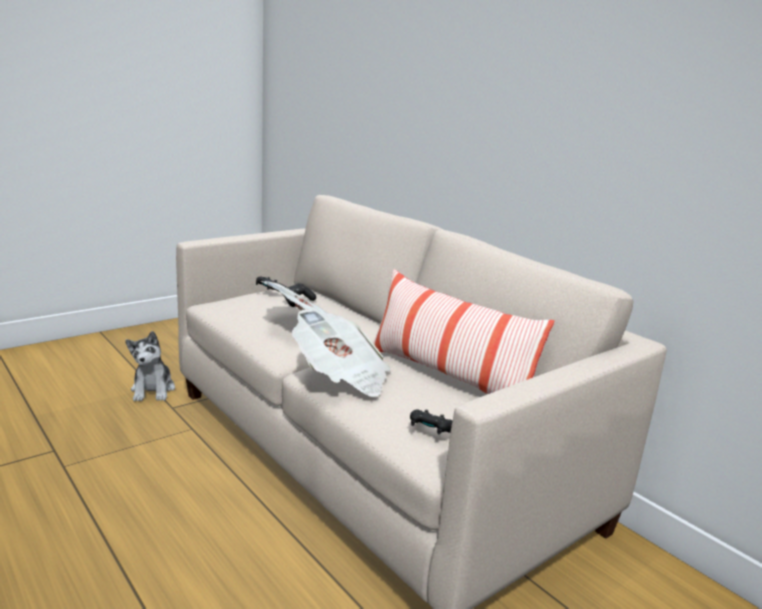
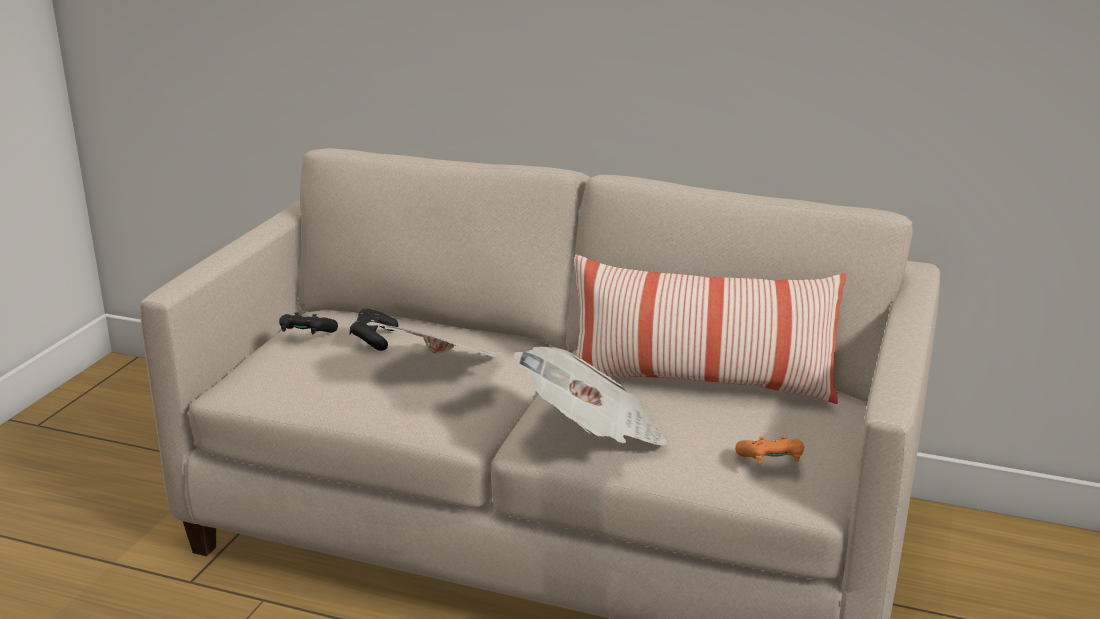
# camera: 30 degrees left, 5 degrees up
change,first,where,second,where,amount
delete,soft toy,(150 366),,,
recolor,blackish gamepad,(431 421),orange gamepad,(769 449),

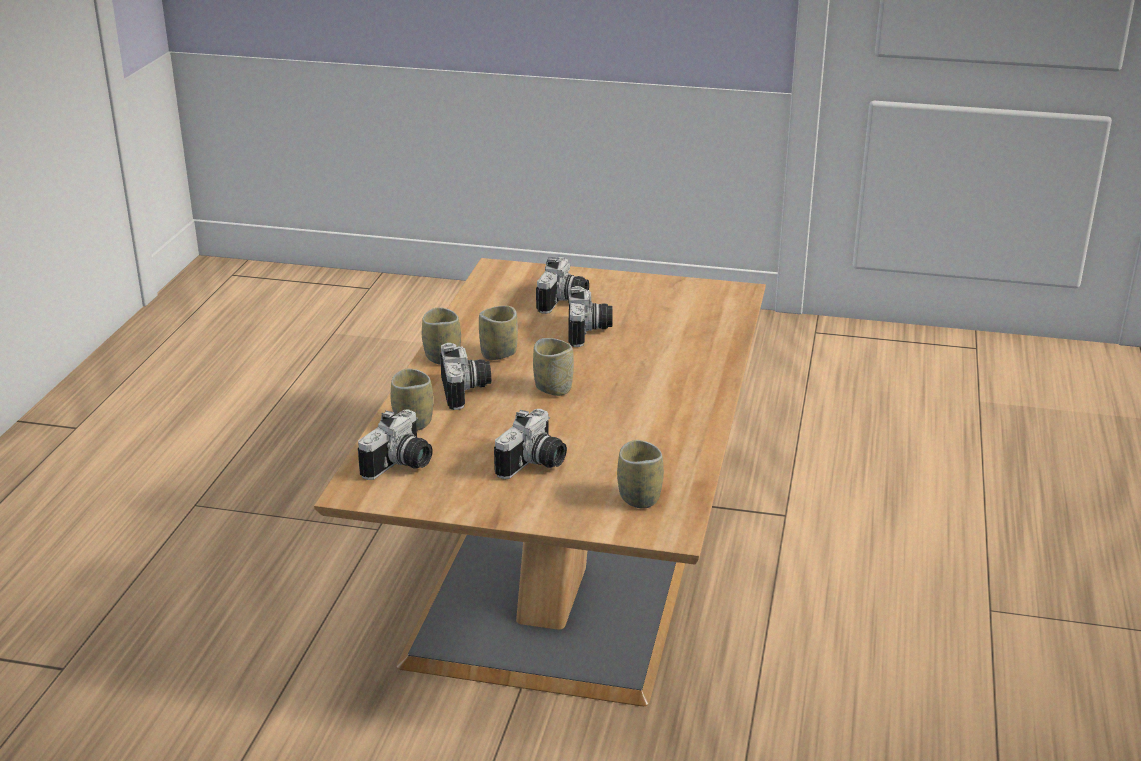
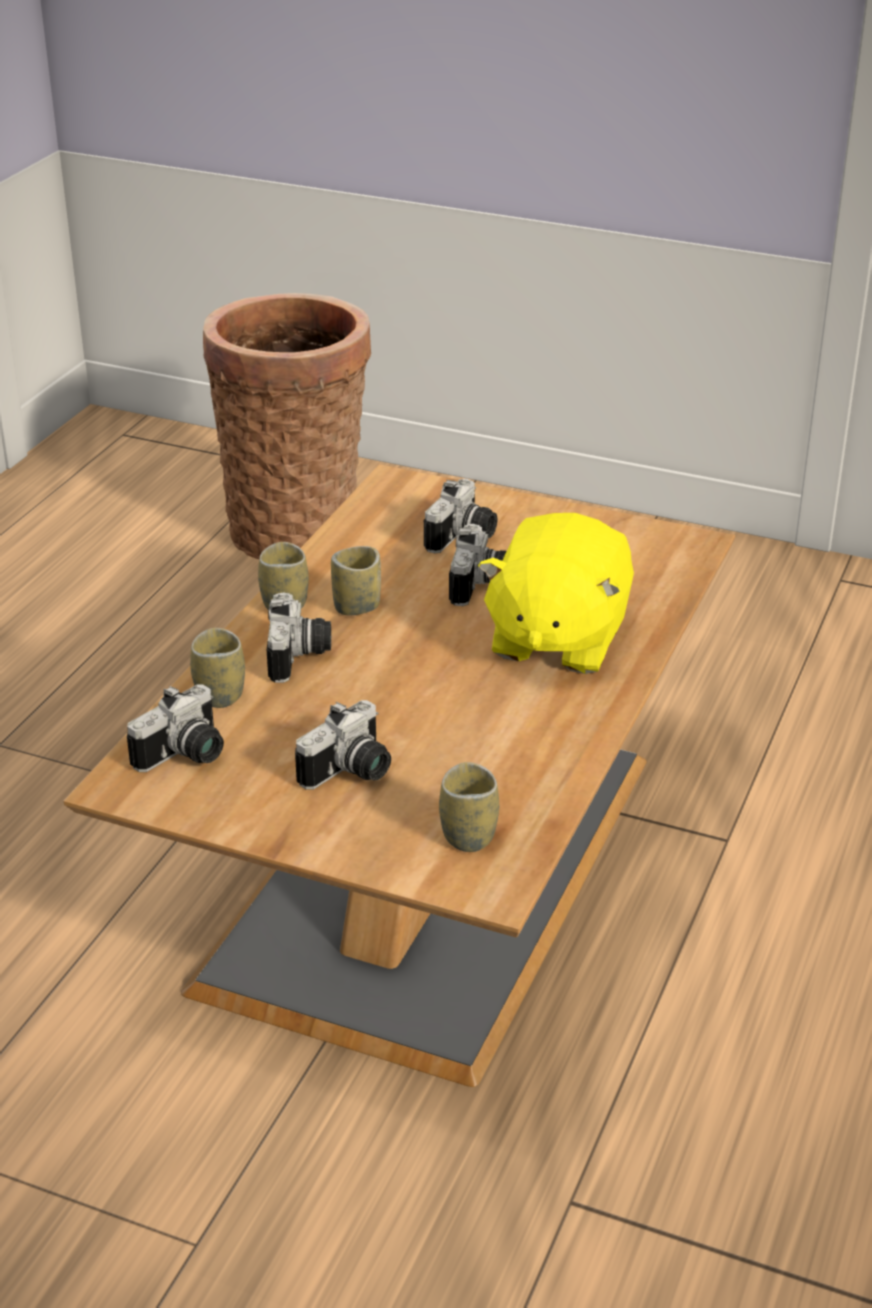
# camera: 10 degrees right, 5 degrees up
change,first,where,second,where,amount
delete,drinking cup,(553 367),,,
insert,,,household basket,(287 426),
insert,,,yellow soft toy,(556 593),

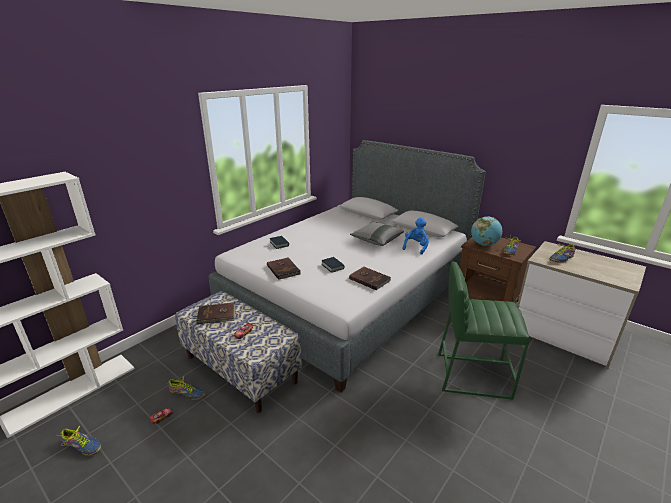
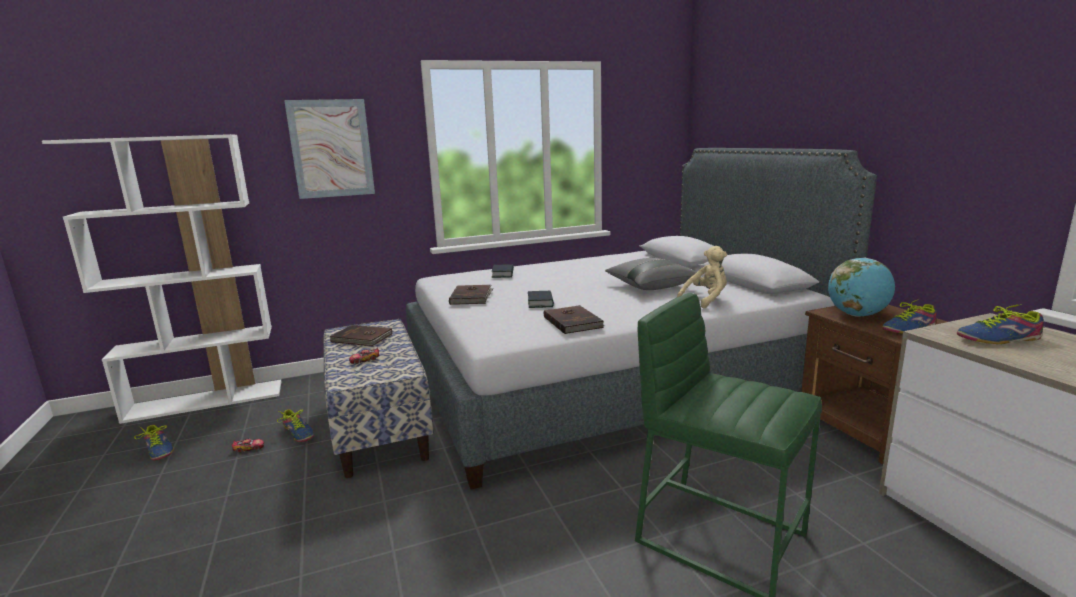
# camera: 30 degrees right, 10 degrees down
change,first,where,second,where,amount
recolor,blue soft toy,(416 236),beige soft toy,(702 277),
insert,,,wall picture,(329 149),

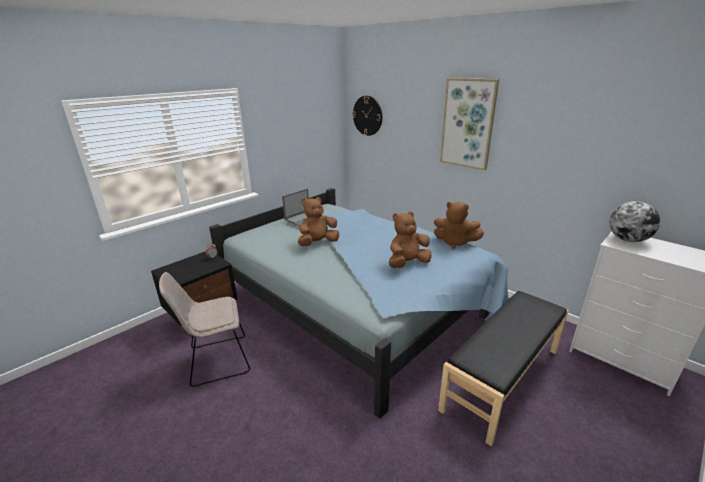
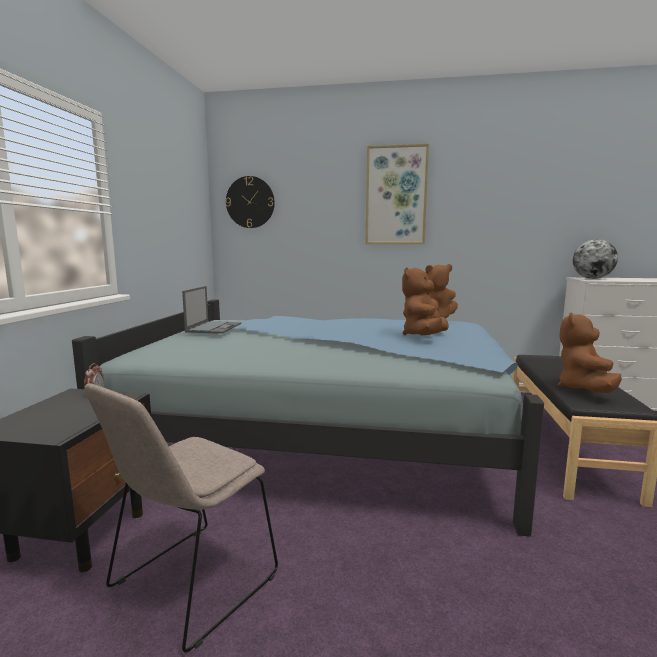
# camera: 35 degrees left, 15 degrees down
change,first,where,second,where,amount
move,brown soft toy,(318 221),,(590 352),

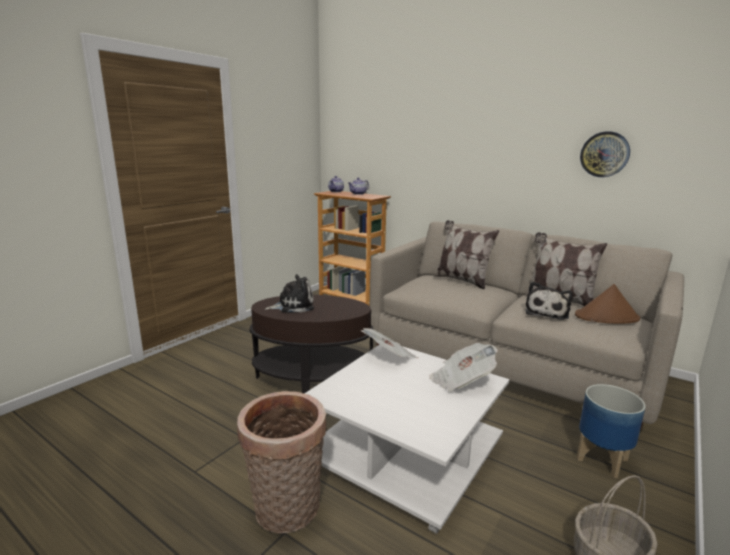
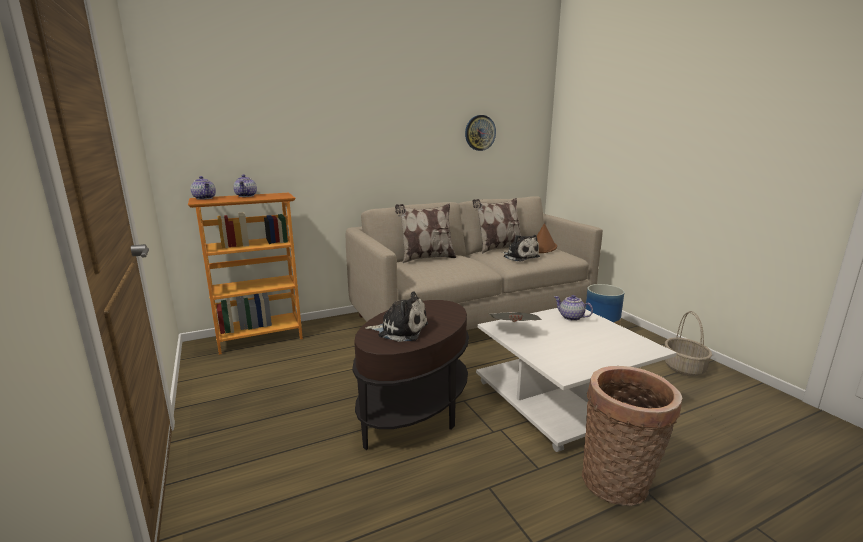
# camera: 60 degrees left, 0 degrees up
change,first,where,second,where,amount
rotate,soft toy,(289 293),,(396 316),90 degrees clockwise
replace,newspaper,(463 367),teapot,(573 308),

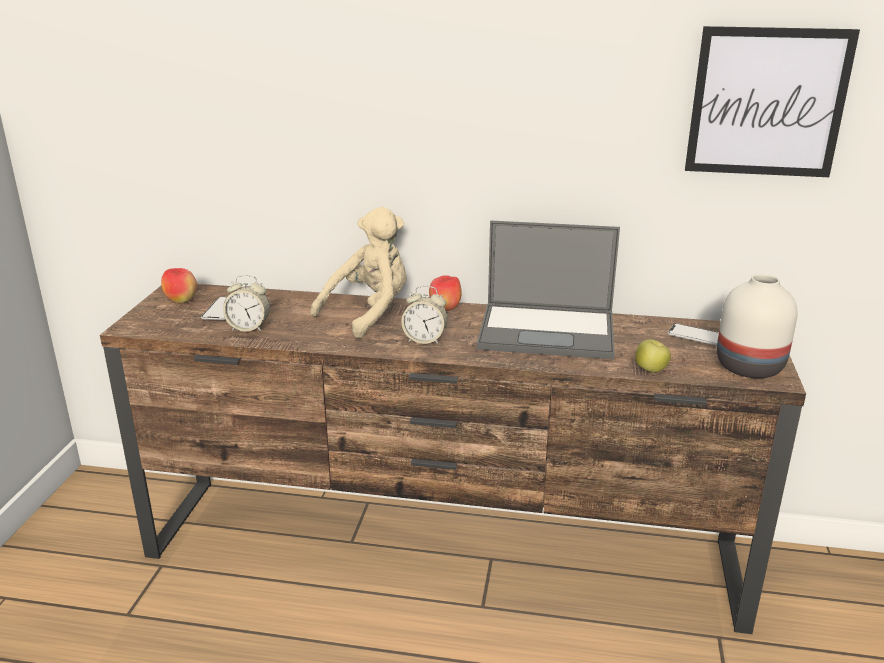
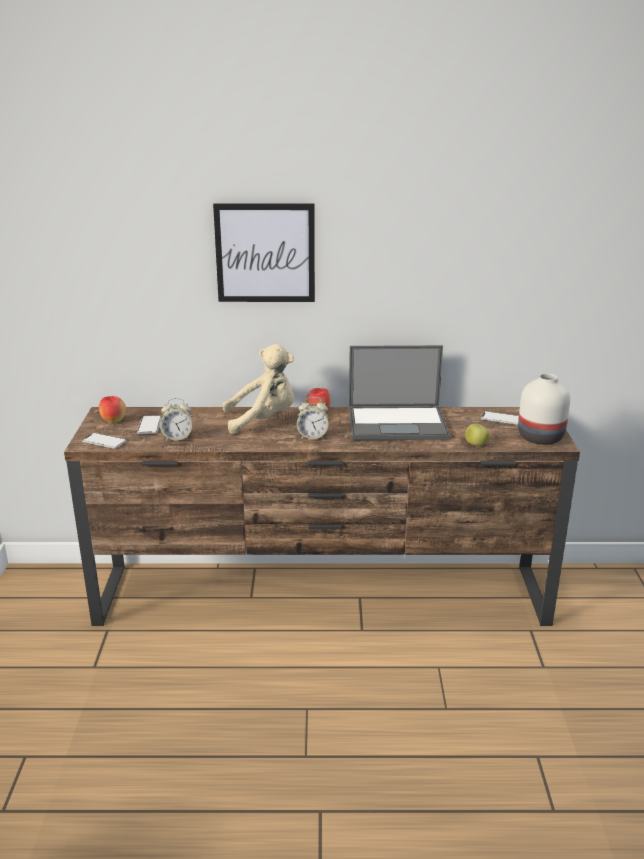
# camera: 10 degrees left, 0 degrees up
change,first,where,second,where,amount
move,wall picture,(772 101),,(264 252),
rotate,beige soft toy,(358 273),,(258 389),45 degrees clockwise
insert,,,phone,(104 441),

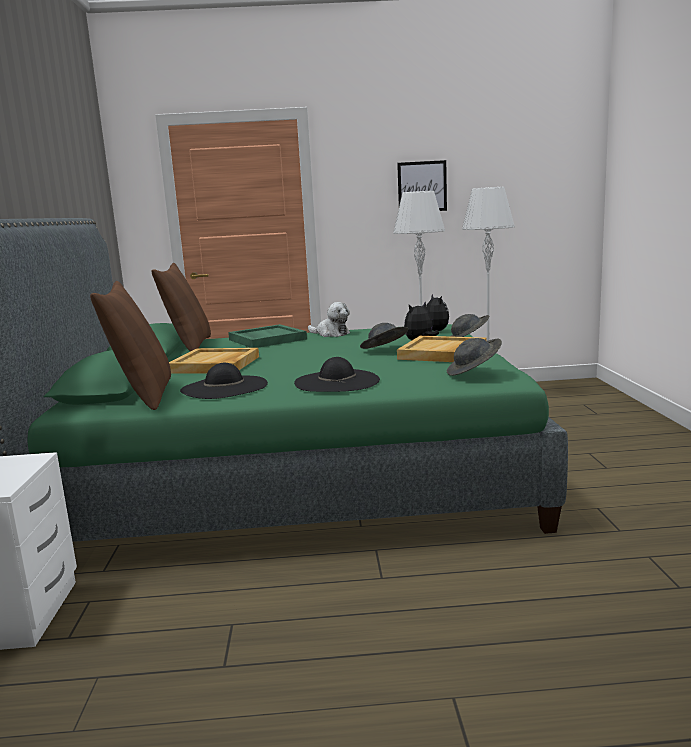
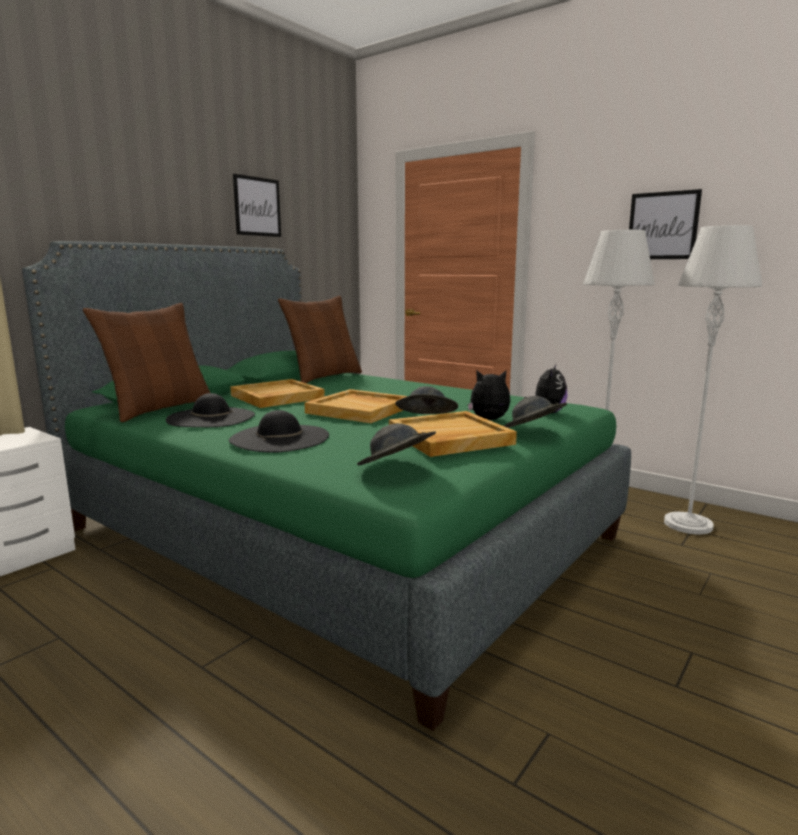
# camera: 40 degrees right, 0 degrees up
change,first,where,second,where,amount
delete,soft toy,(329 319),,,
delete,green serving tray,(267 336),,,
insert,,,wall picture,(257 205),
insert,,,beige serving tray,(355 406),

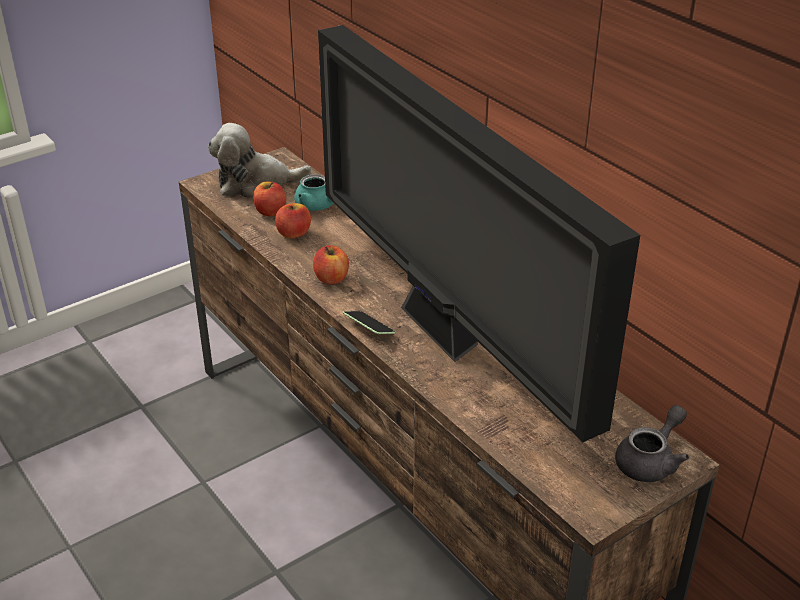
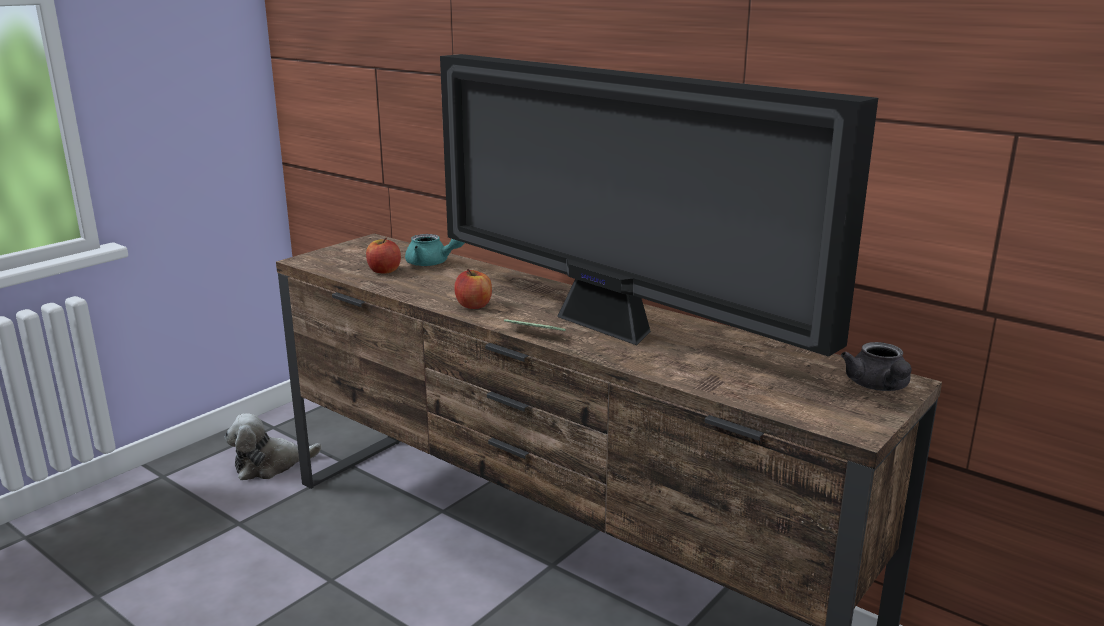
# camera: 15 degrees left, 15 degrees down
change,first,where,second,where,amount
move,soft toy,(260 160),,(273 446),
delete,apple,(293 221),,,
rotate,gray teapot,(652 443),,(876 366),150 degrees clockwise

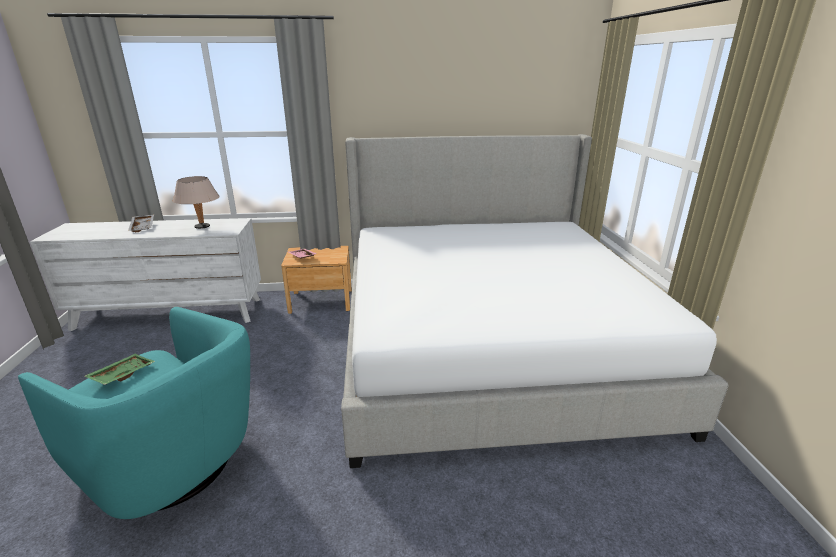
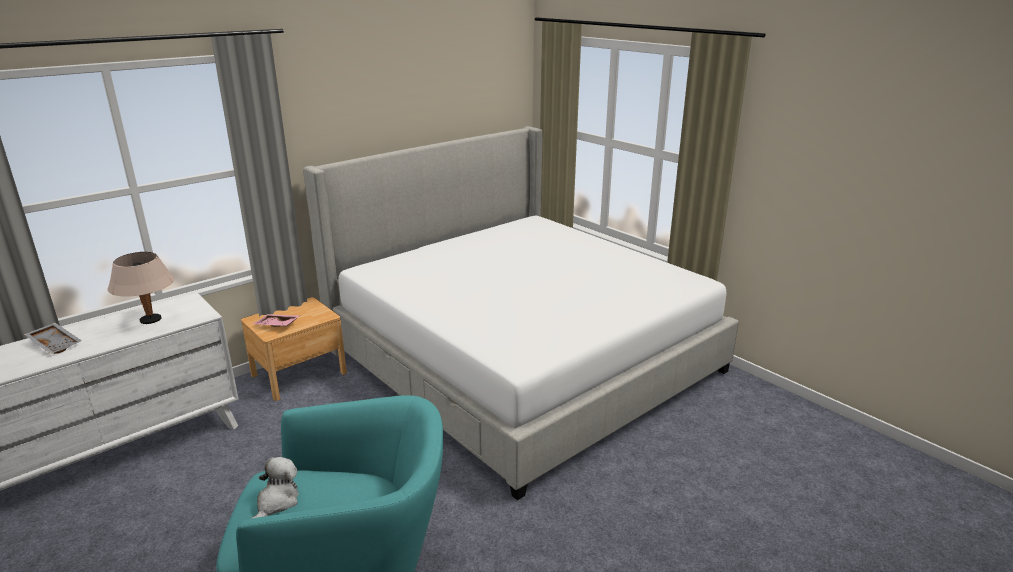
# camera: 35 degrees left, 0 degrees up
change,first,where,second,where,amount
replace,green serving tray,(120 369),soft toy,(274 488),

